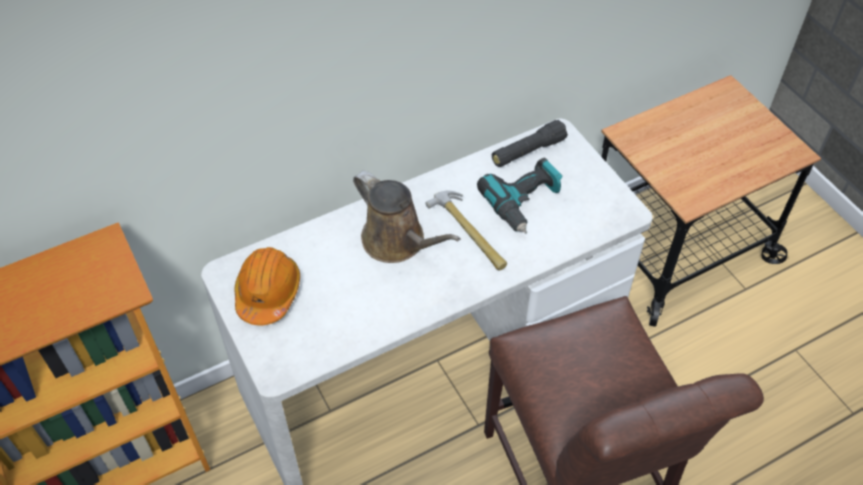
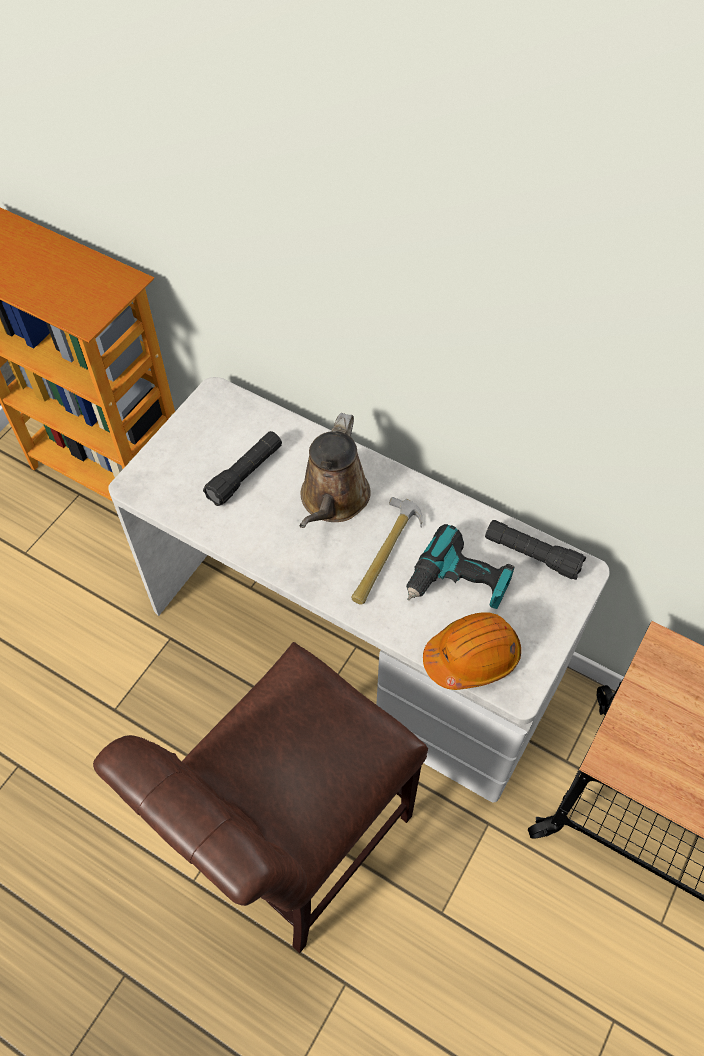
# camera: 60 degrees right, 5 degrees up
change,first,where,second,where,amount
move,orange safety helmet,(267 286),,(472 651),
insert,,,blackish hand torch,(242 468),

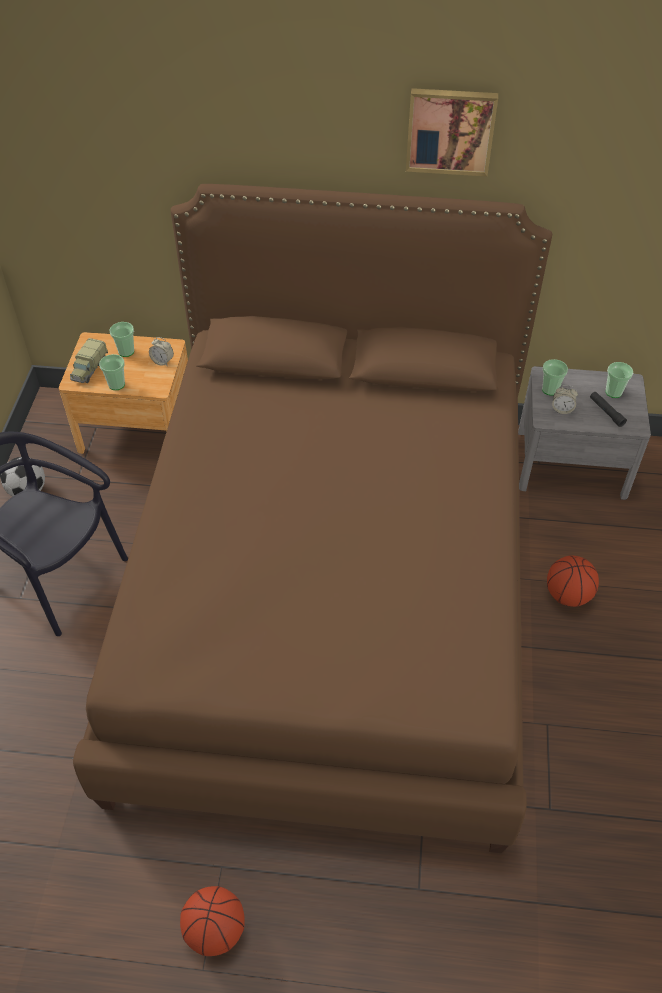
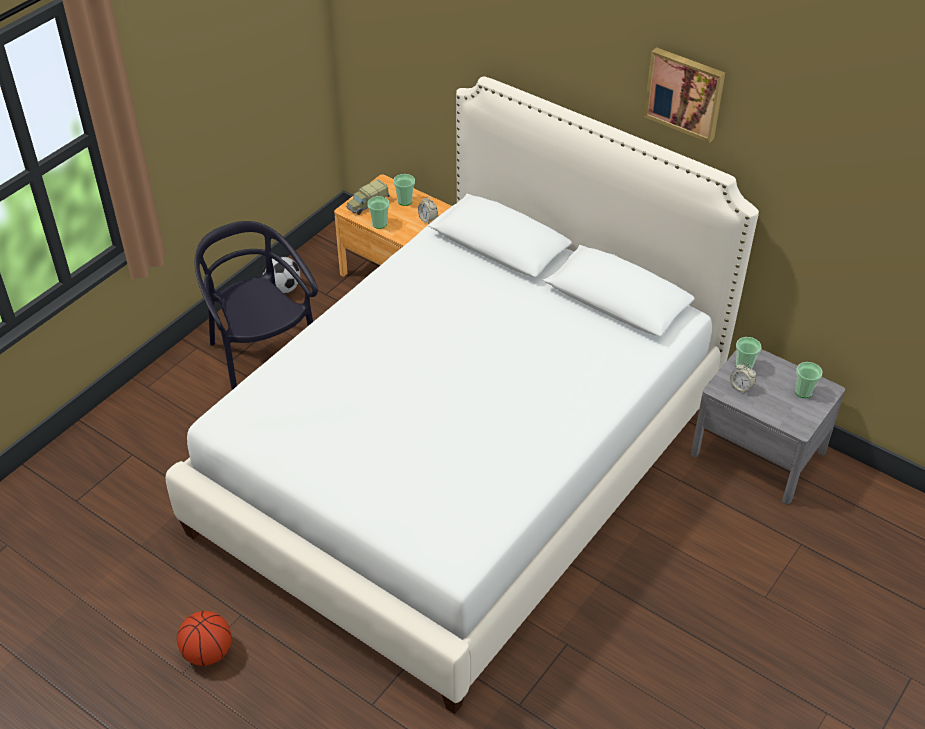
# camera: 30 degrees right, 5 degrees down
change,first,where,second,where,amount
recolor,brown sleeping bed,(312 518),white sleeping bed,(462 395),
delete,blackish hand torch,(608 409),,,
delete,basketball ball,(573 581),,,

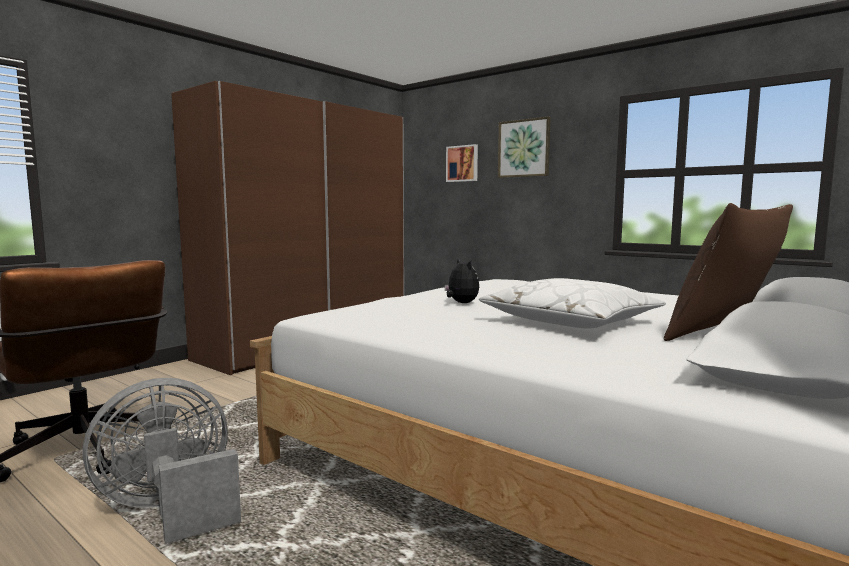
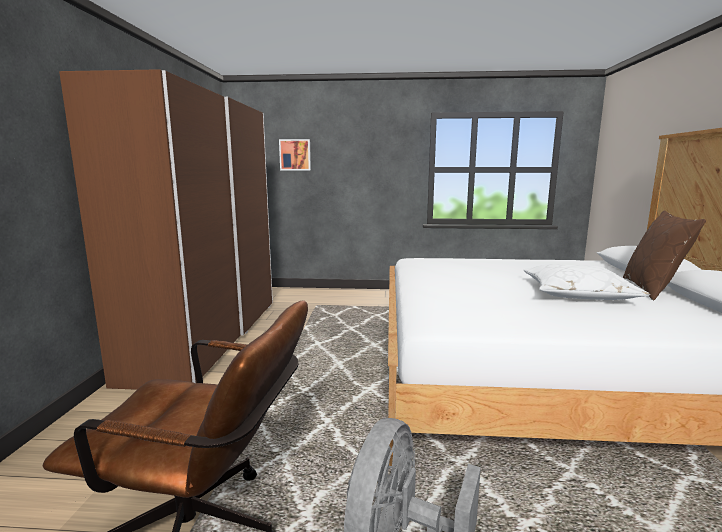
# camera: 35 degrees left, 5 degrees up
change,first,where,second,where,amount
delete,wall picture,(524 147),,,
delete,soft toy,(461 280),,,

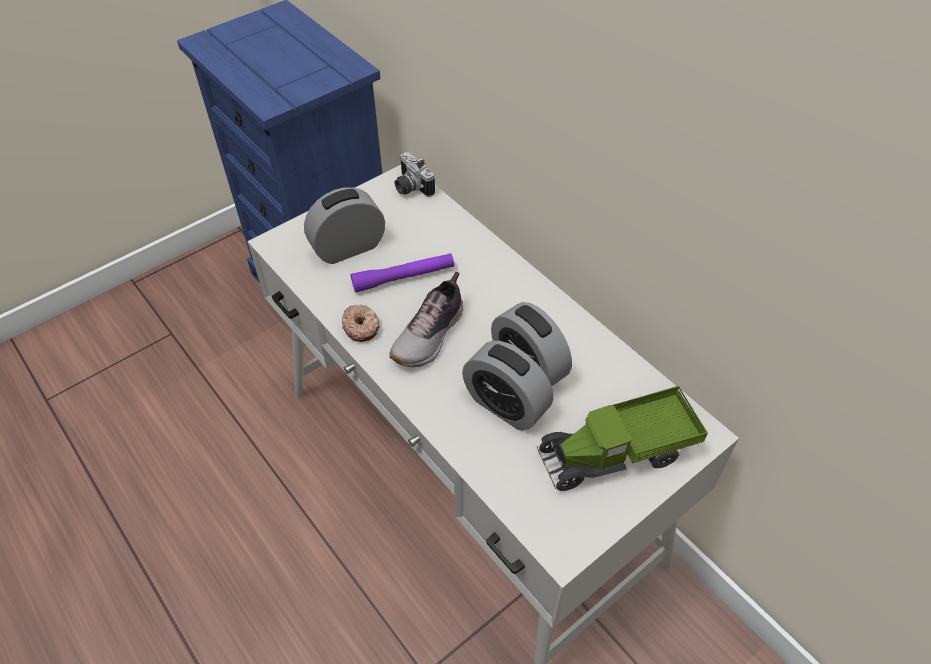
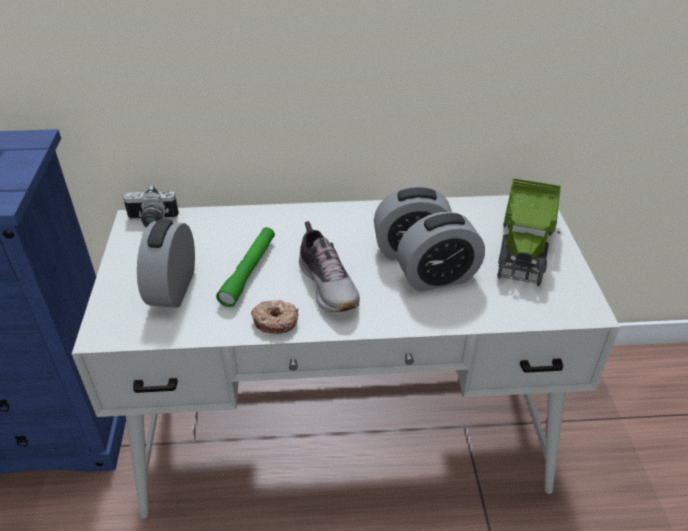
# camera: 55 degrees left, 10 degrees down
change,first,where,second,where,amount
recolor,purple-coloured hand torch,(402 273),green hand torch,(245 267),

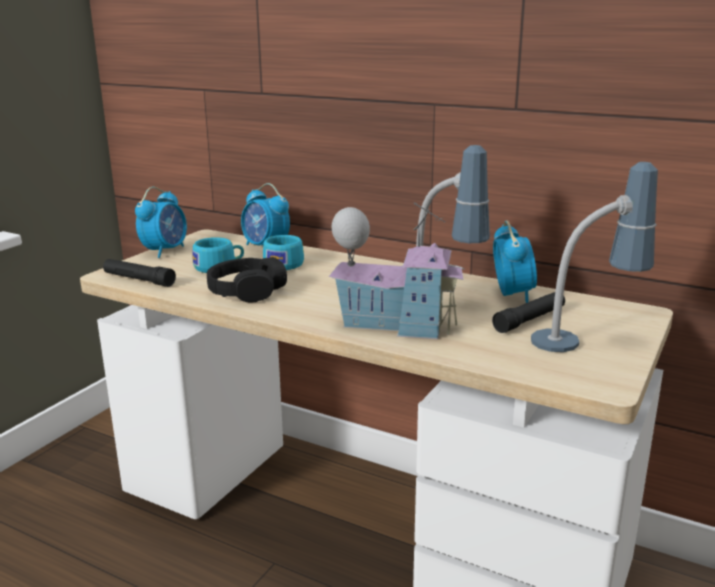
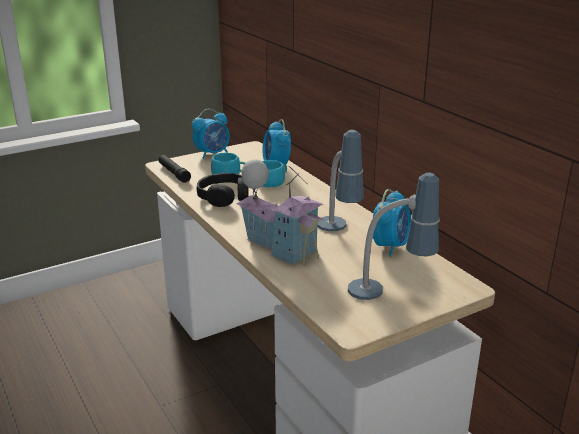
# camera: 30 degrees right, 5 degrees up
change,first,where,second,where,amount
delete,blackish hand torch,(528 312),,,

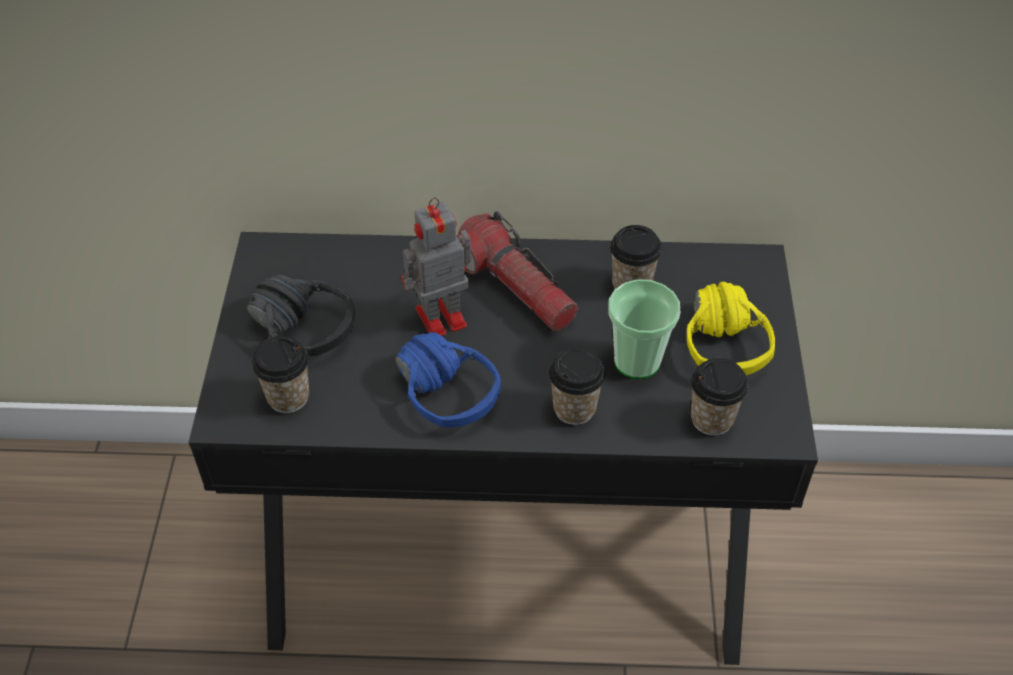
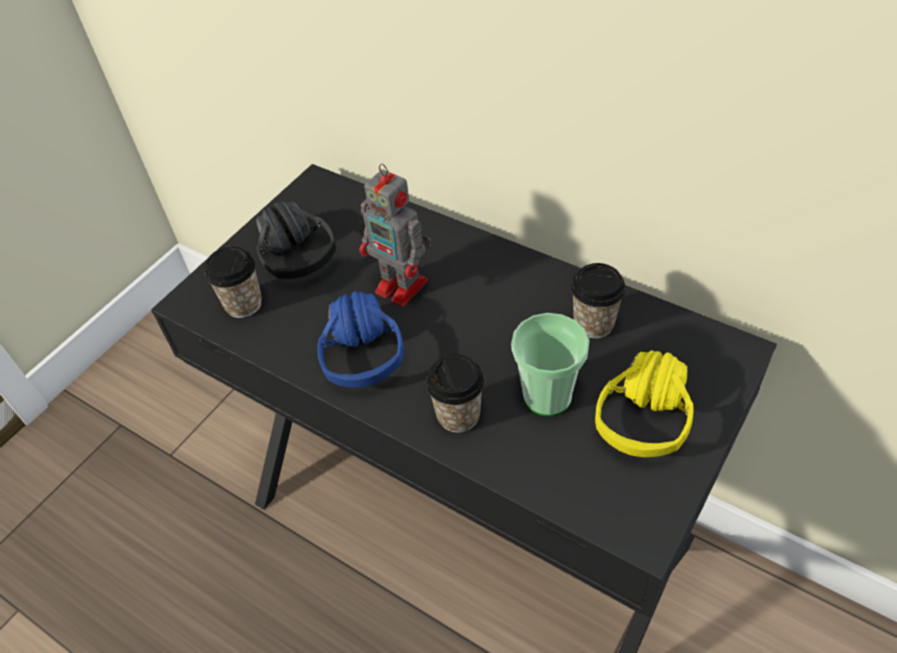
# camera: 35 degrees right, 0 degrees up
change,first,where,second,where,amount
rotate,toy robot,(436 266),,(395 235),150 degrees counterclockwise
delete,hand torch,(517 271),,,
delete,drinking cup,(719 397),,,

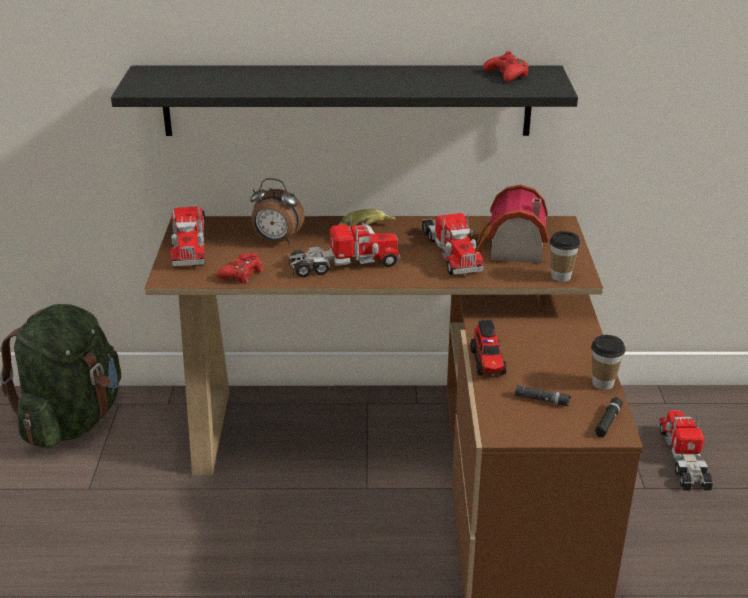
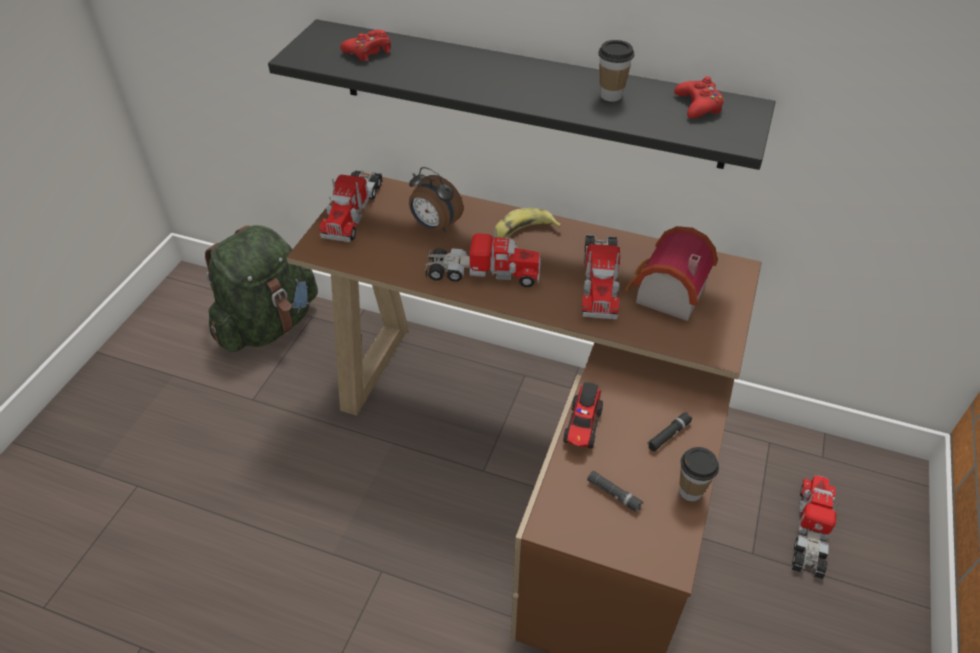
# camera: 20 degrees right, 15 degrees up
change,first,where,second,where,amount
move,drinking cup,(565 256),,(616 71),
move,red-coloured gamepad,(239 268),,(365 45),
move,blackish hand torch,(608 417),,(669 431),

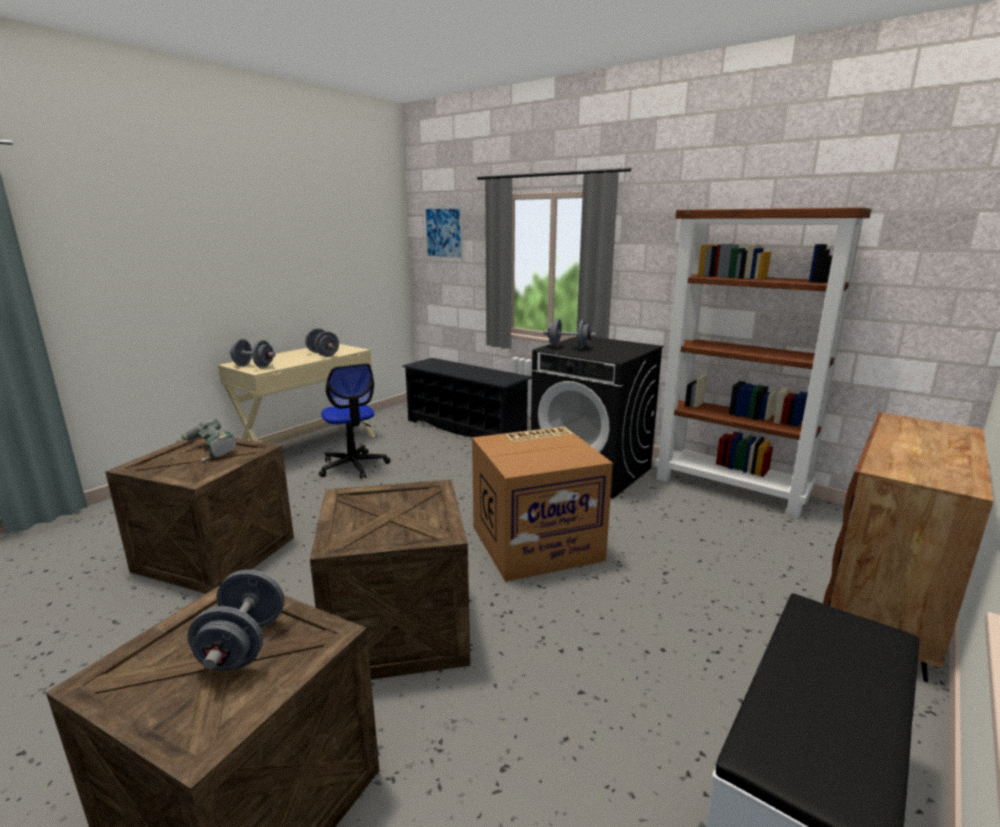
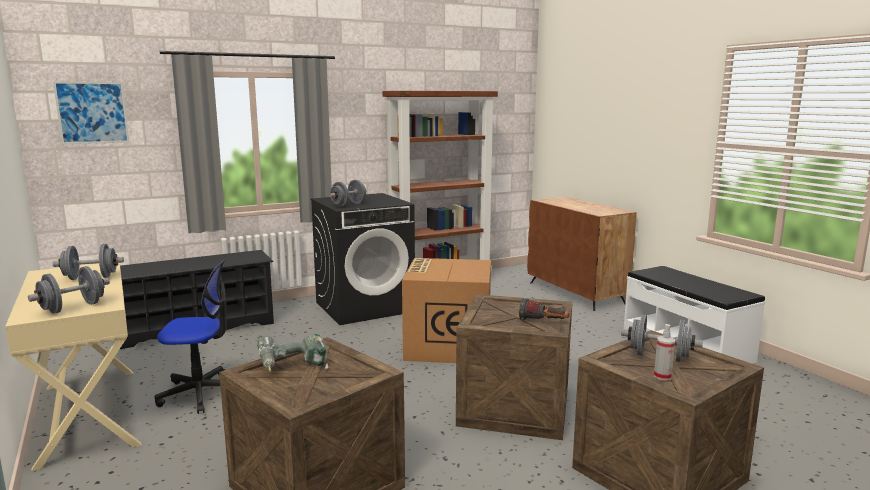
# camera: 65 degrees left, 5 degrees down
change,first,where,second,where,amount
insert,,,hand torch,(544 309),
insert,,,hand sprayer,(664 352),

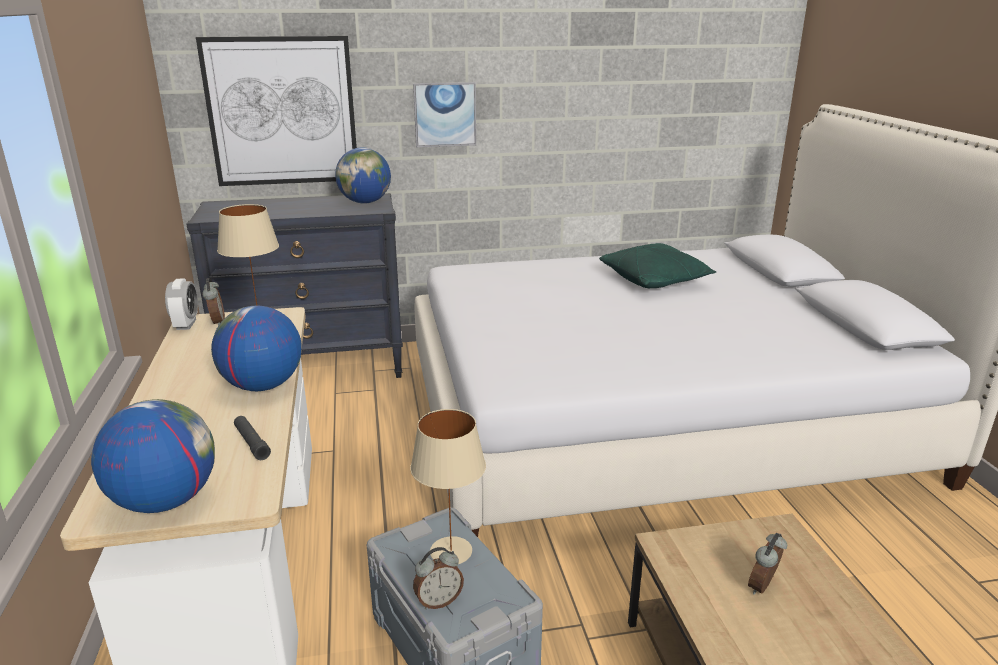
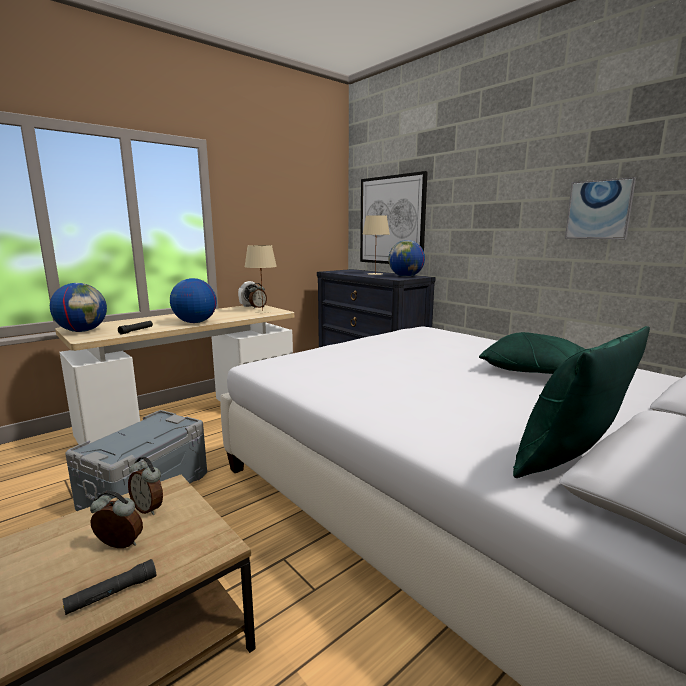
# camera: 60 degrees right, 10 degrees down
change,first,where,second,where,amount
move,wall picture,(444 114),,(600 208),
move,beige lamp for a table,(448 486),,(376 245),
move,alarm clock,(438 578),,(145 486),
insert,,,green pillow,(581 402),
insert,,,blackish hand torch,(109 587),

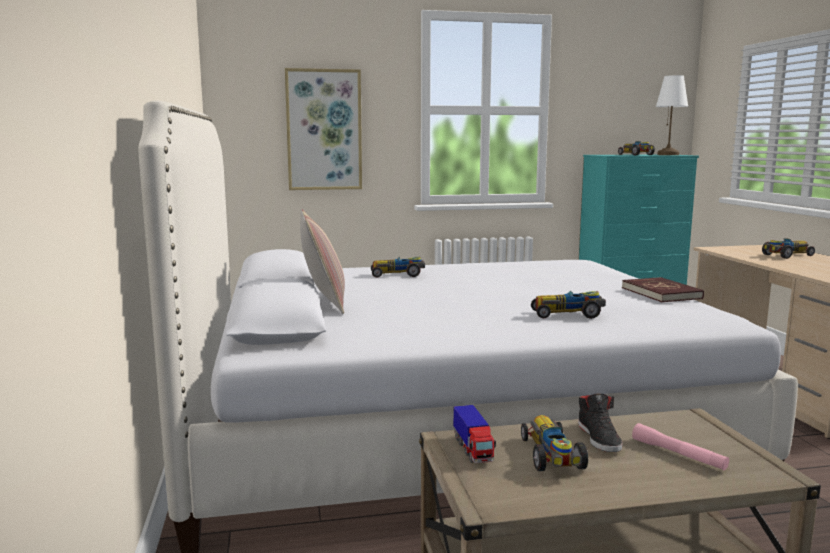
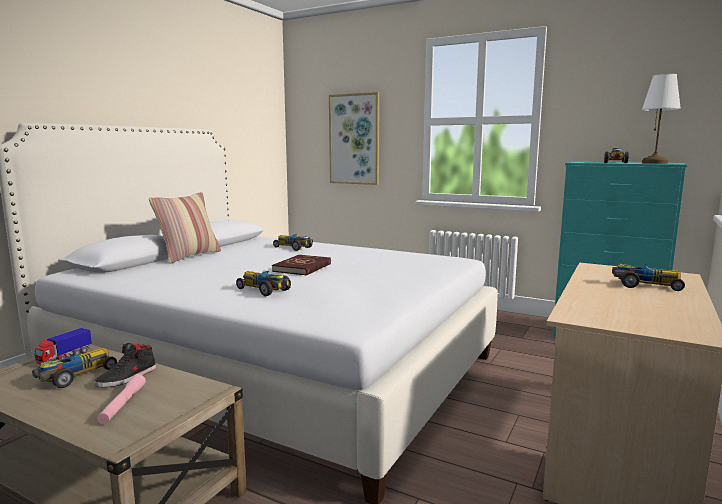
# camera: 40 degrees right, 0 degrees up
change,first,where,second,where,amount
move,red-coloured bound book,(663 289),,(301 265),

